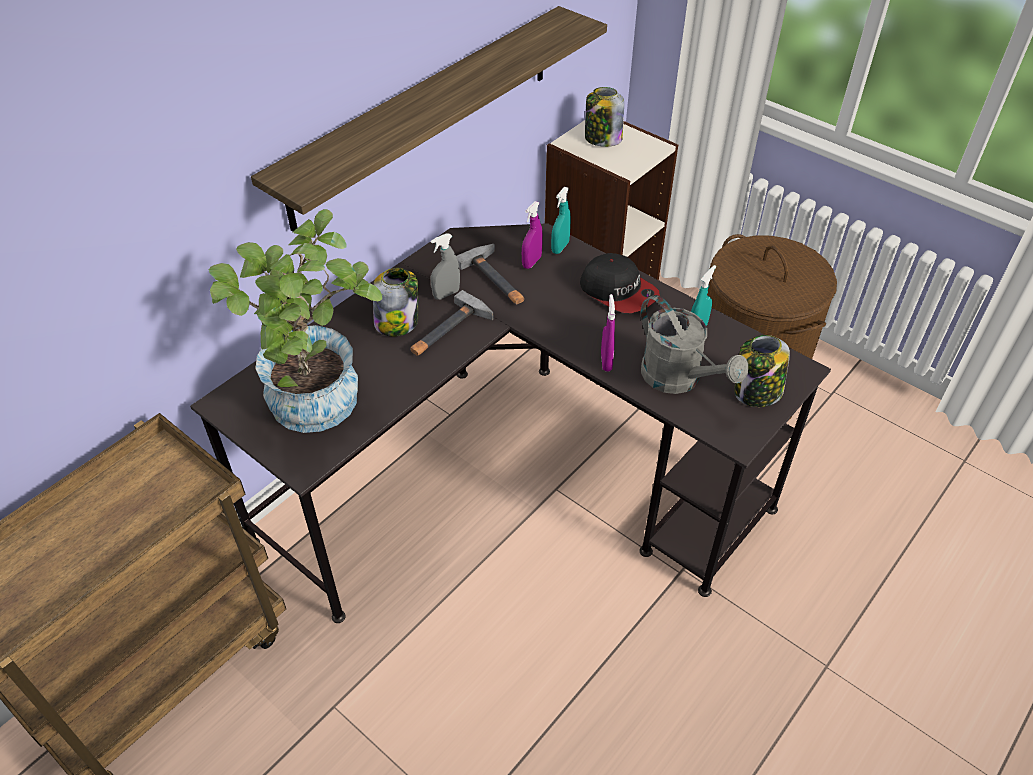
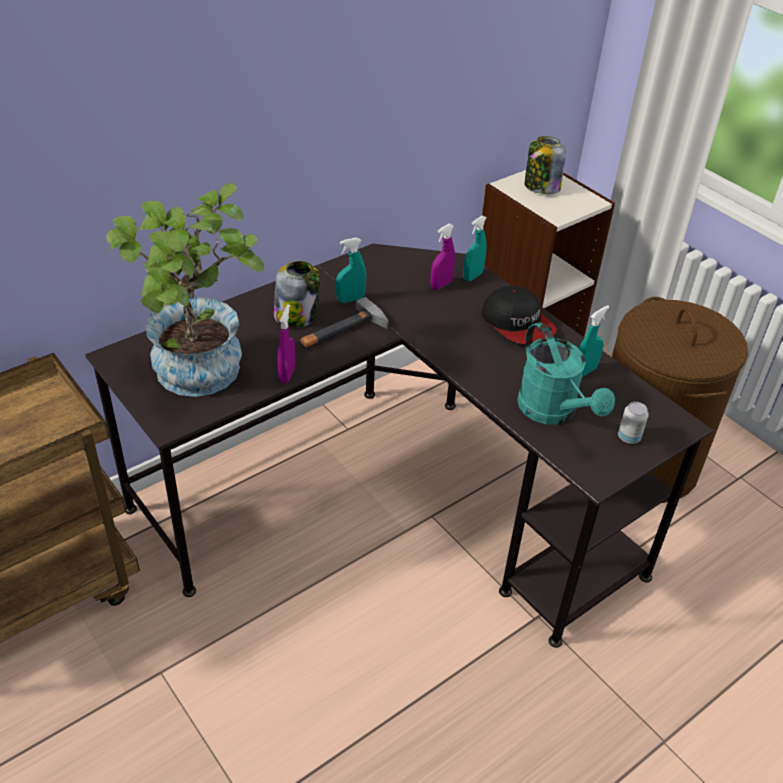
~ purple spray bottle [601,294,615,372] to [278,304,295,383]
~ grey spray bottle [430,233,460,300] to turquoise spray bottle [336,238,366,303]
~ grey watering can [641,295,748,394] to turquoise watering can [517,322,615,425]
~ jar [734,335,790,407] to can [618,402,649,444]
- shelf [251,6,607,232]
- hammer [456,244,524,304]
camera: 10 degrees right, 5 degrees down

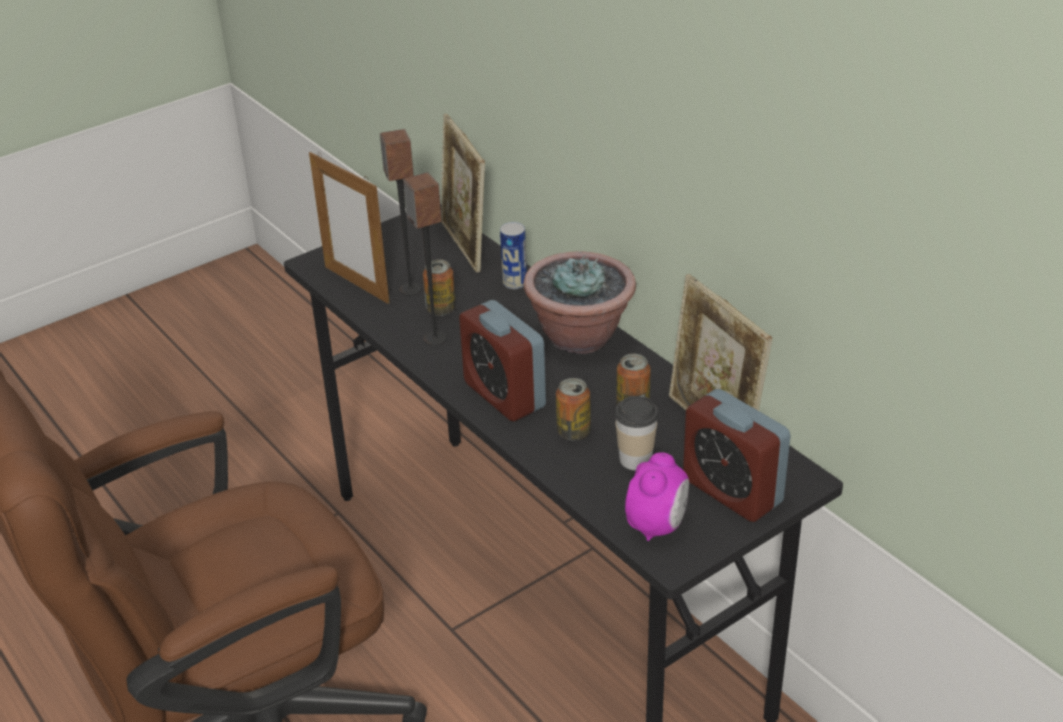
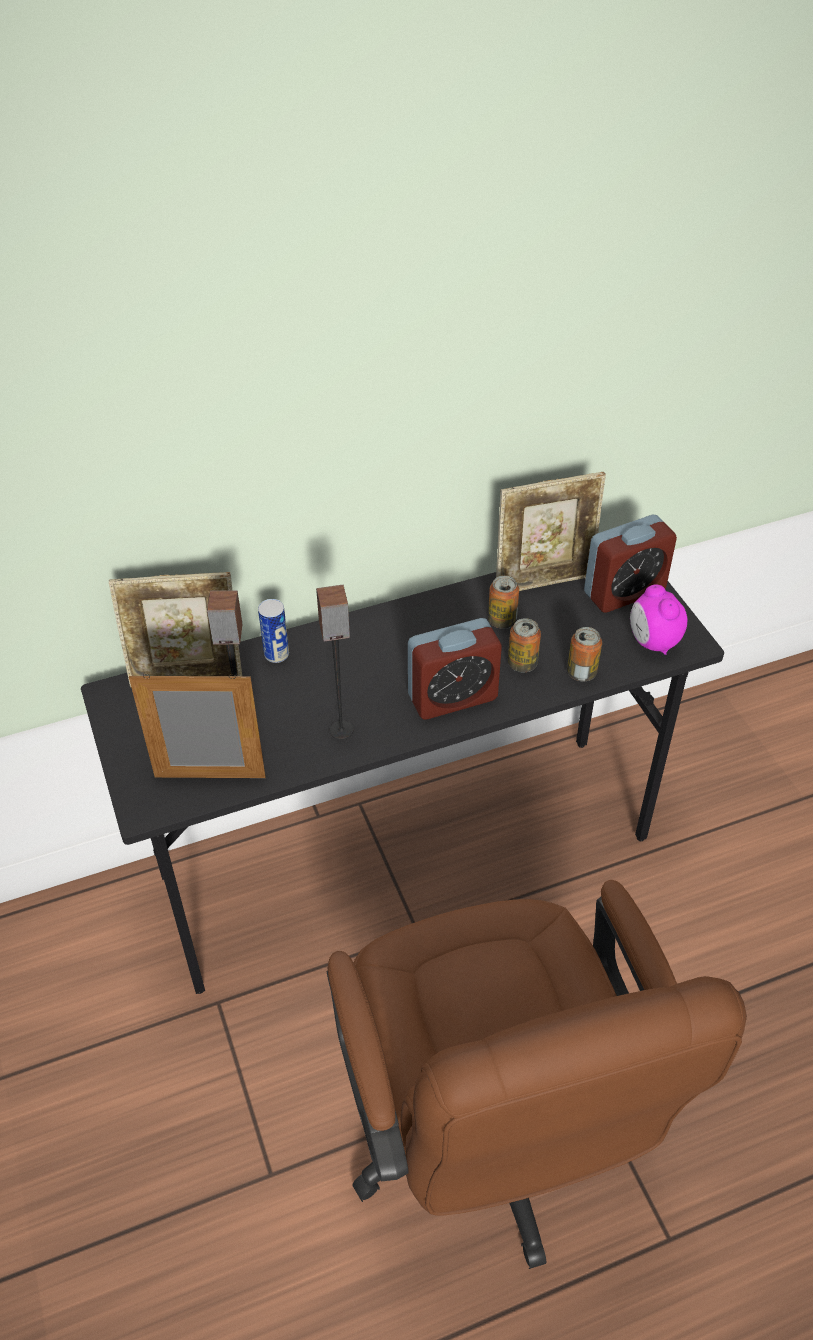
~ picture frame [309,152,390,304] = [129,674,266,778] 150 degrees counterclockwise
~ can [423,259,456,316] to [567,627,602,681]
~ alarm clock [625,452,689,541] = [630,584,688,655] 150 degrees counterclockwise
- potted plant [523,251,636,354]
- cup [614,396,659,471]
camera: 75 degrees left, 10 degrees up

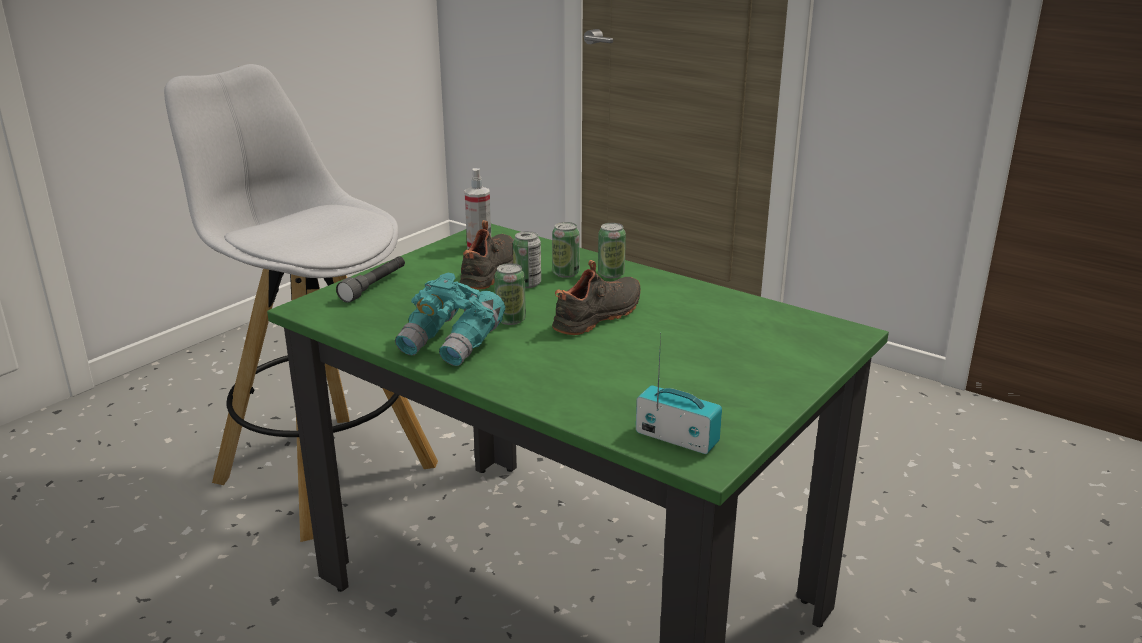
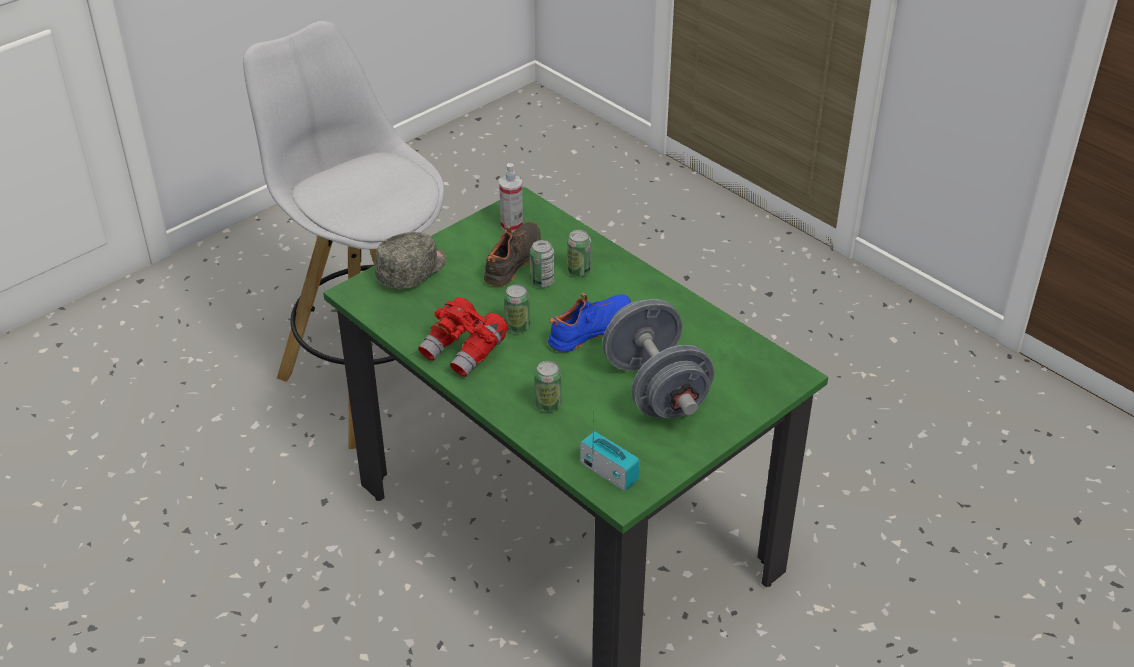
~ grey flashlight [336,256,405,303] to grey cap [375,232,447,289]
~ turquoise binoculars [395,273,505,366] to red binoculars [418,297,508,377]
~ can [598,223,626,278] to [535,361,562,412]
~ black shoe [552,260,640,335] to blue shoe [548,293,632,352]
+ grey dumbbell [603,299,714,418]
camera: 10 degrees right, 15 degrees up

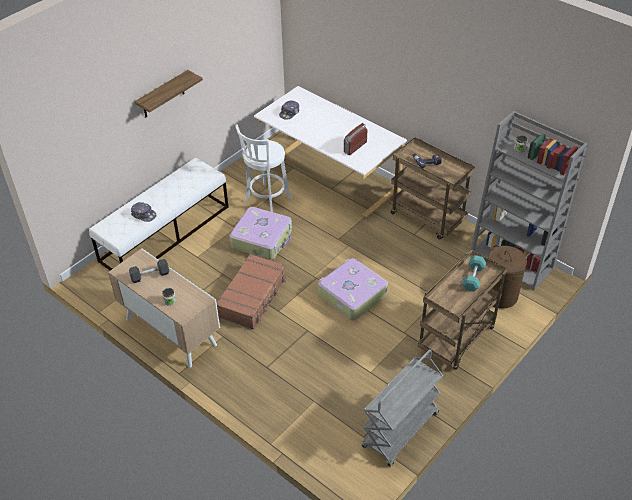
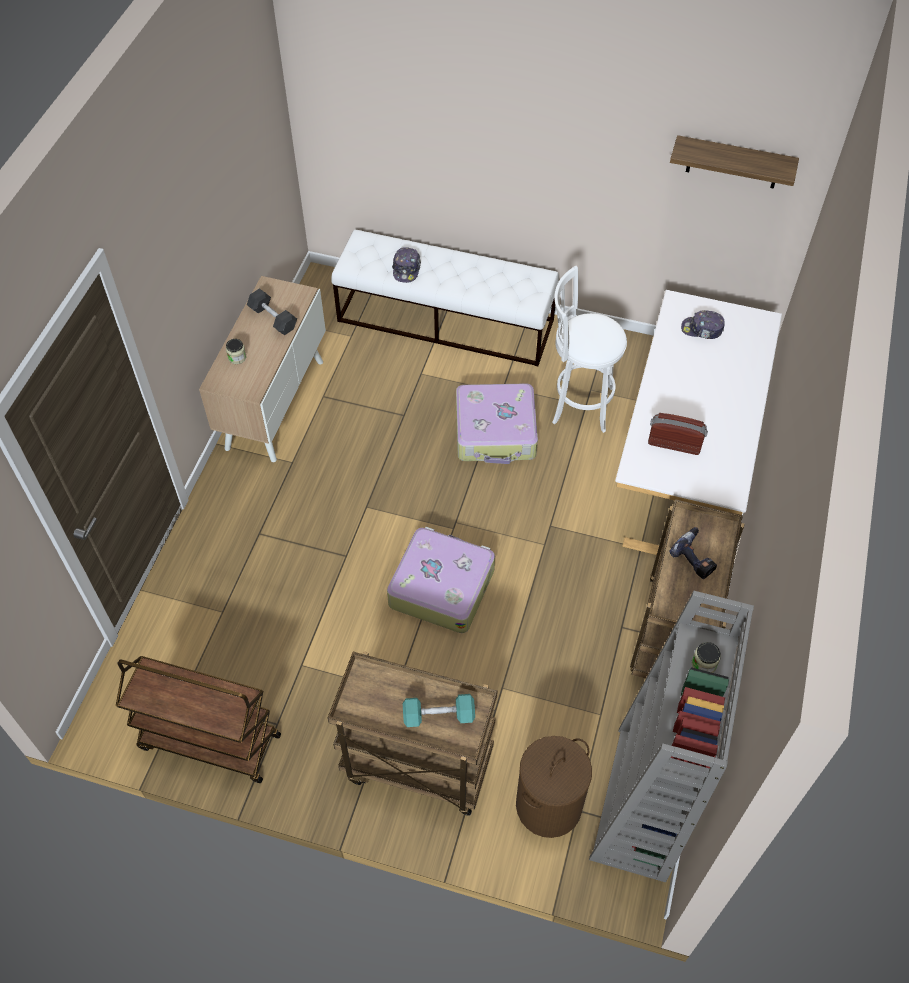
~ grey cart [362,349,443,467] to brown cart [116,656,281,783]
~ shelf [135,70,203,117] to [670,135,799,189]
- brown suitcase [217,254,286,329]
camera: 65 degrees right, 10 degrees up

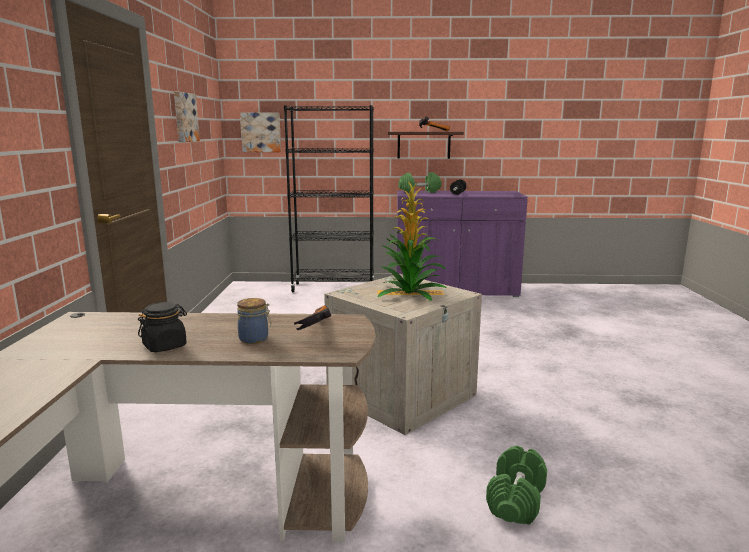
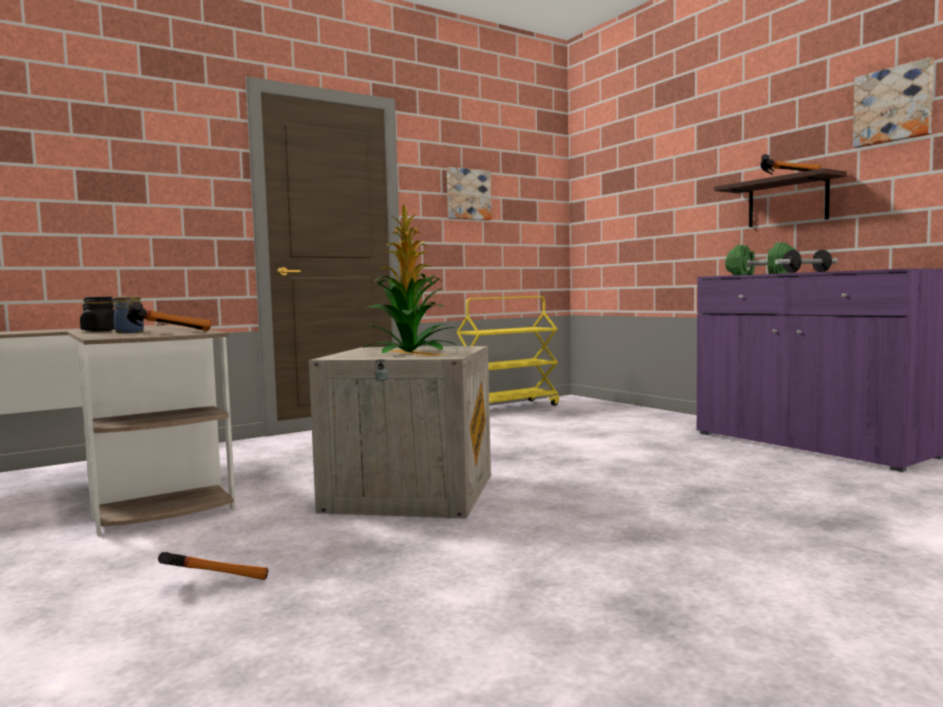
~ green dumbbell [486,446,547,525] to hammer [158,552,269,580]
+ yellow cart [456,296,559,406]
~ picture [240,112,281,152] to [853,57,934,148]
- black bookcase [284,105,374,292]
camera: 55 degrees right, 10 degrees down

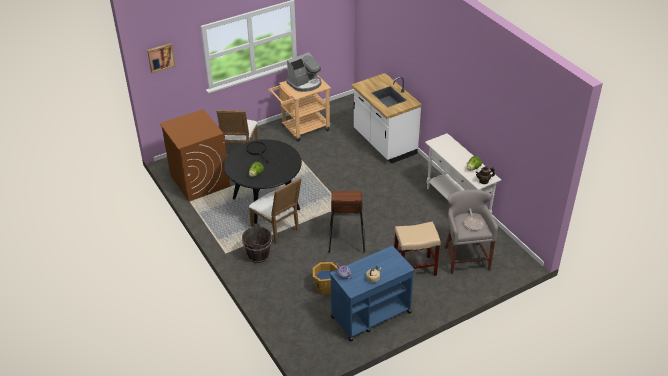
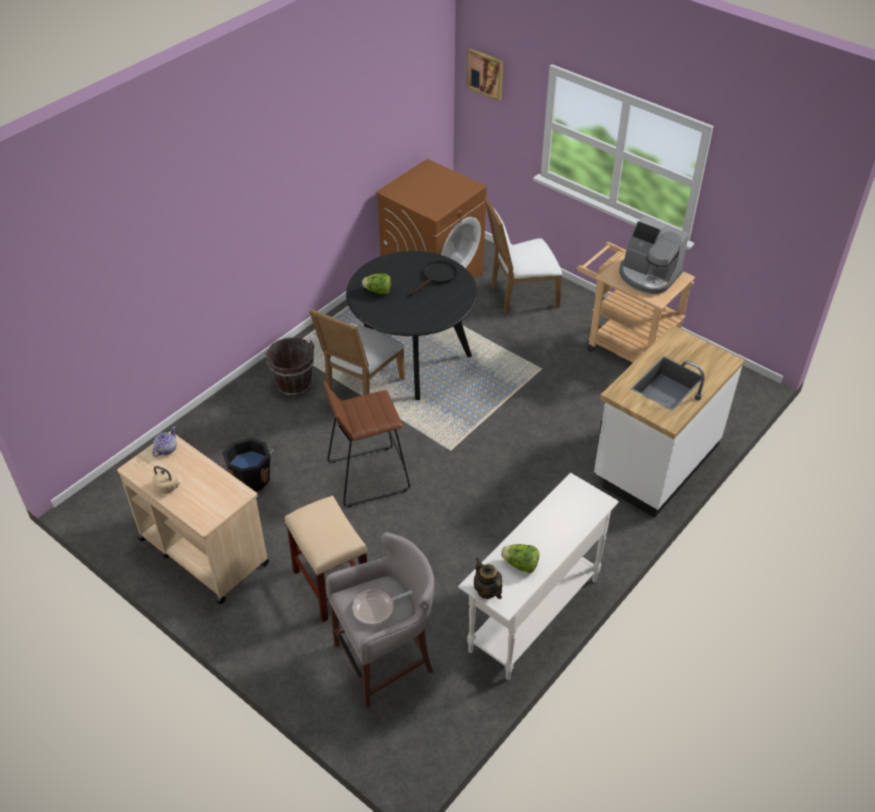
~ blue cart [330,246,414,341] to beige cart [117,431,269,604]
~ orange bucket [313,262,338,294] to black bucket [220,438,273,492]
camera: 70 degrees right, 5 degrees up

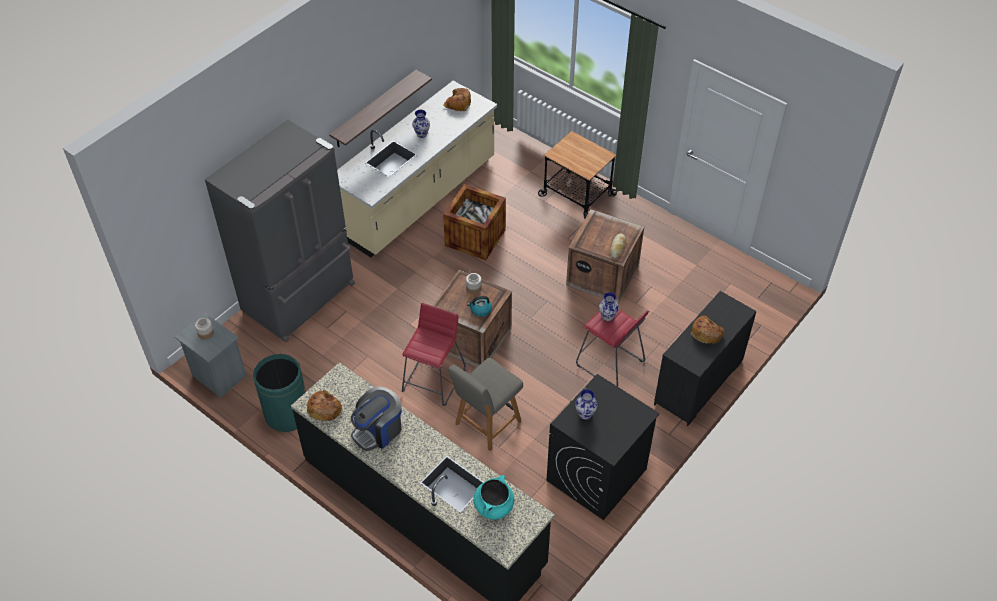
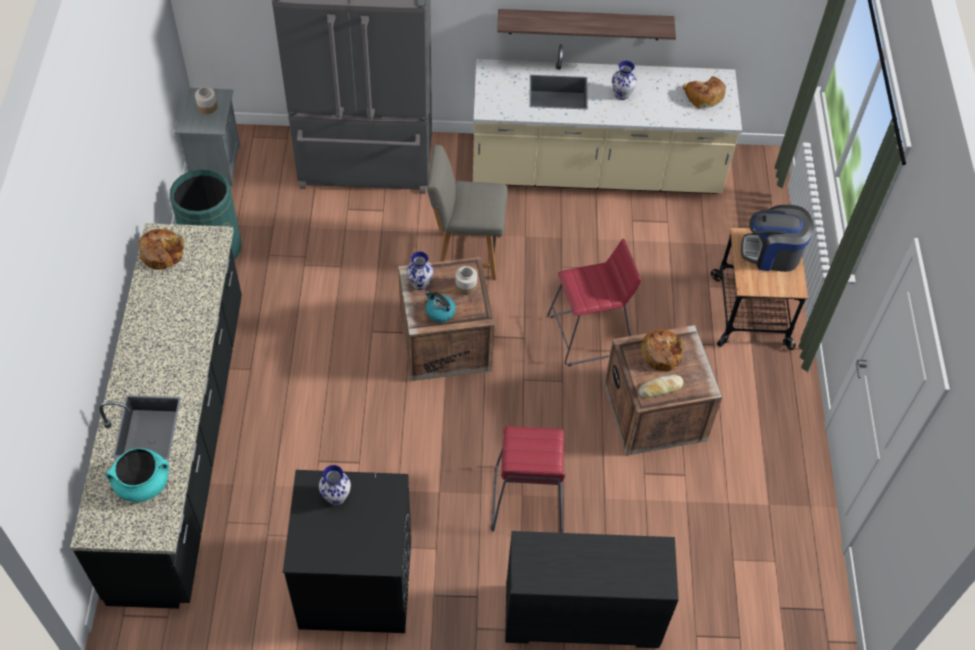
~ vase [599,292,619,321] to [406,251,433,290]
~ grey chair [448,358,523,451] to [427,145,508,280]
~ red stool [402,303,466,406] to [547,239,642,366]
~ bread [690,316,725,345] to [641,329,683,371]
~ coffee machine [351,386,402,451] to [741,205,814,272]
- crate [443,184,506,260]
camera: 50 degrees right, 5 degrees up

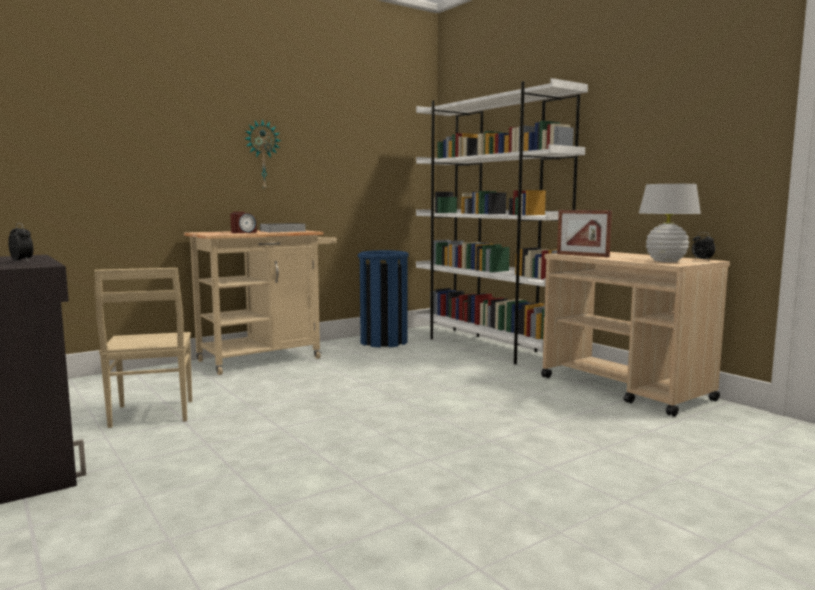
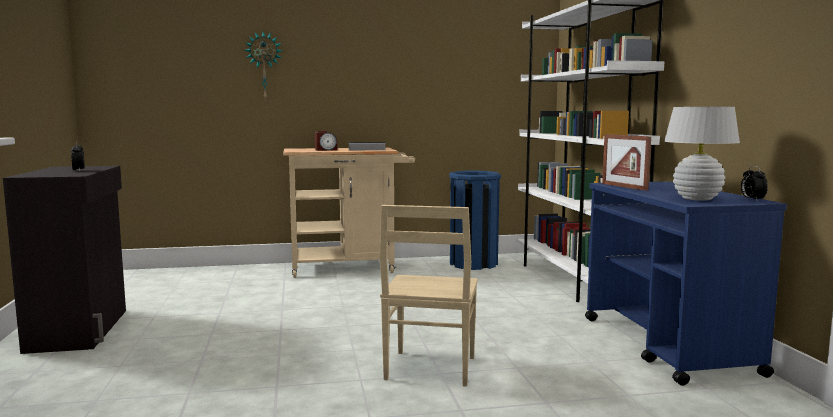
~ wall clock [244,119,281,191] to [245,31,282,101]
~ beige chair [95,268,192,428] to [380,205,478,387]
~ beige cart [541,252,730,417] to blue cart [585,181,787,386]
camera: 25 degrees right, 0 degrees up

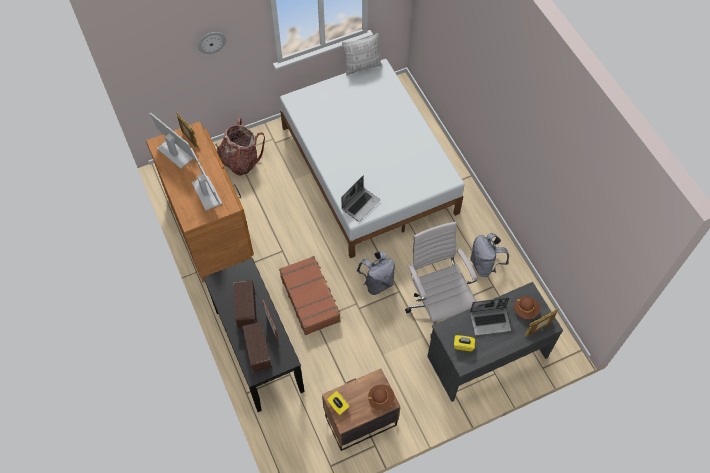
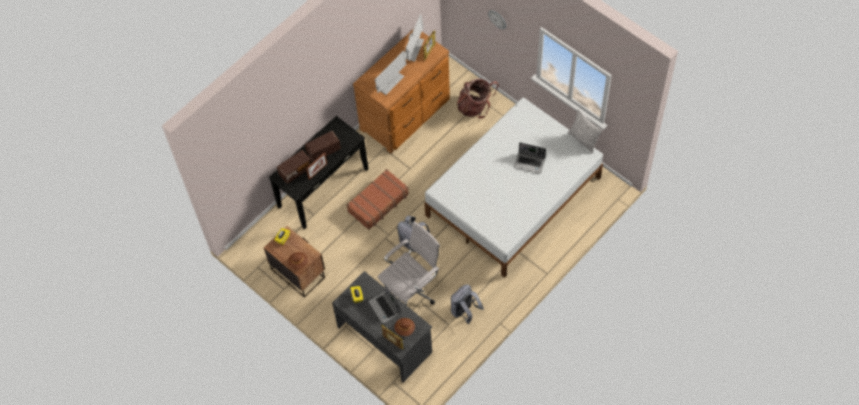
~ laptop [341,176,380,222] to [514,142,546,174]
camera: 70 degrees right, 0 degrees up

